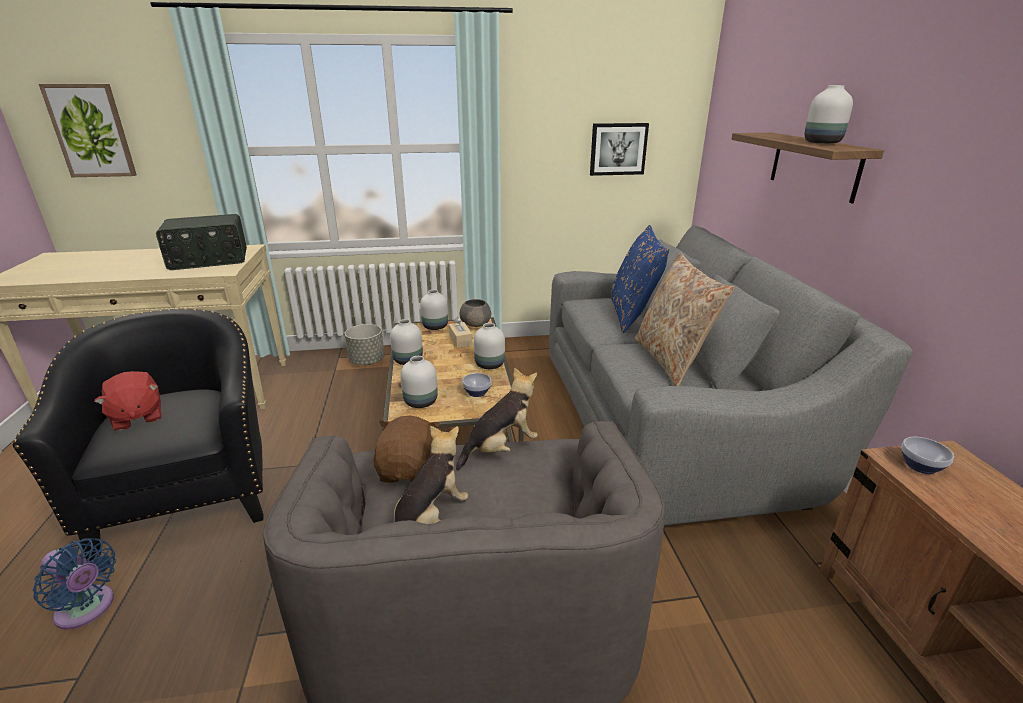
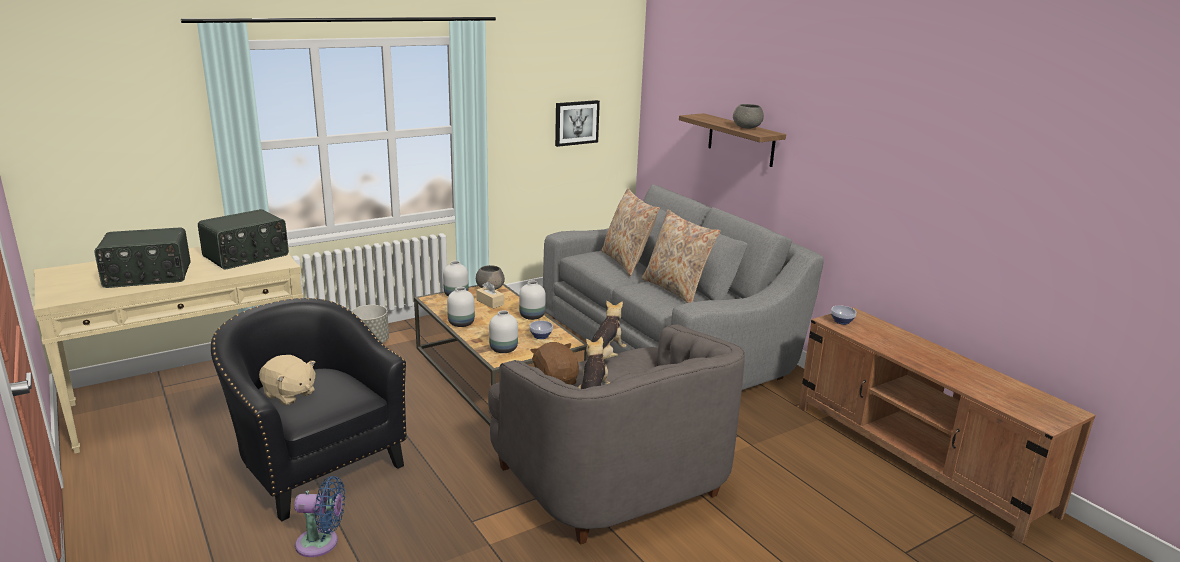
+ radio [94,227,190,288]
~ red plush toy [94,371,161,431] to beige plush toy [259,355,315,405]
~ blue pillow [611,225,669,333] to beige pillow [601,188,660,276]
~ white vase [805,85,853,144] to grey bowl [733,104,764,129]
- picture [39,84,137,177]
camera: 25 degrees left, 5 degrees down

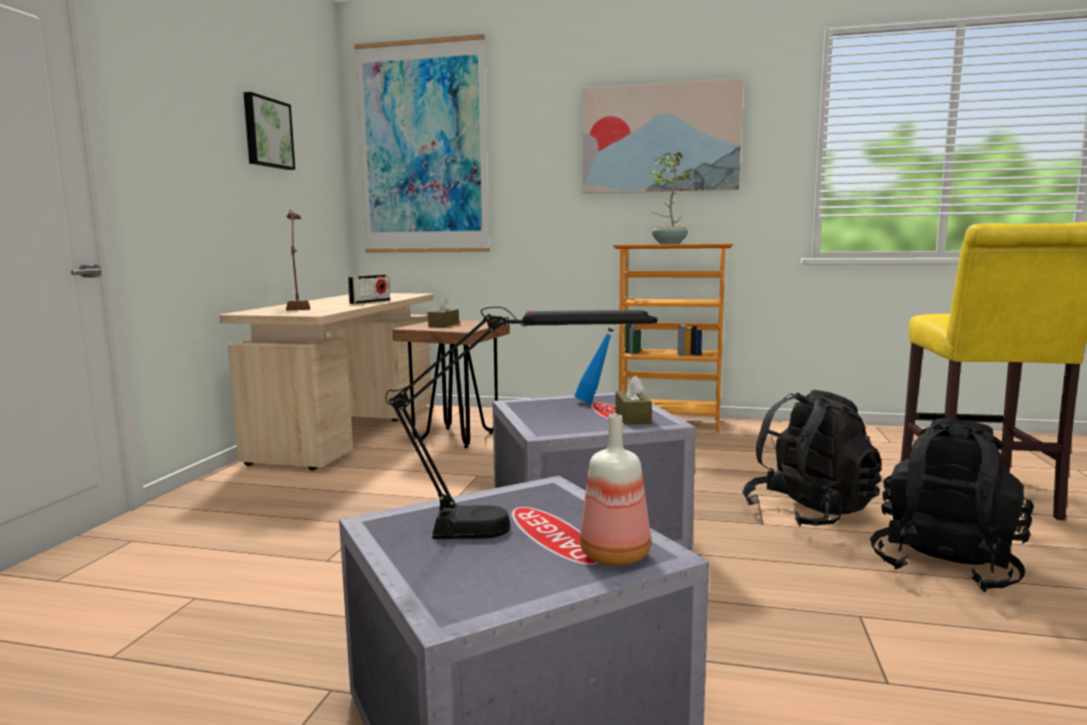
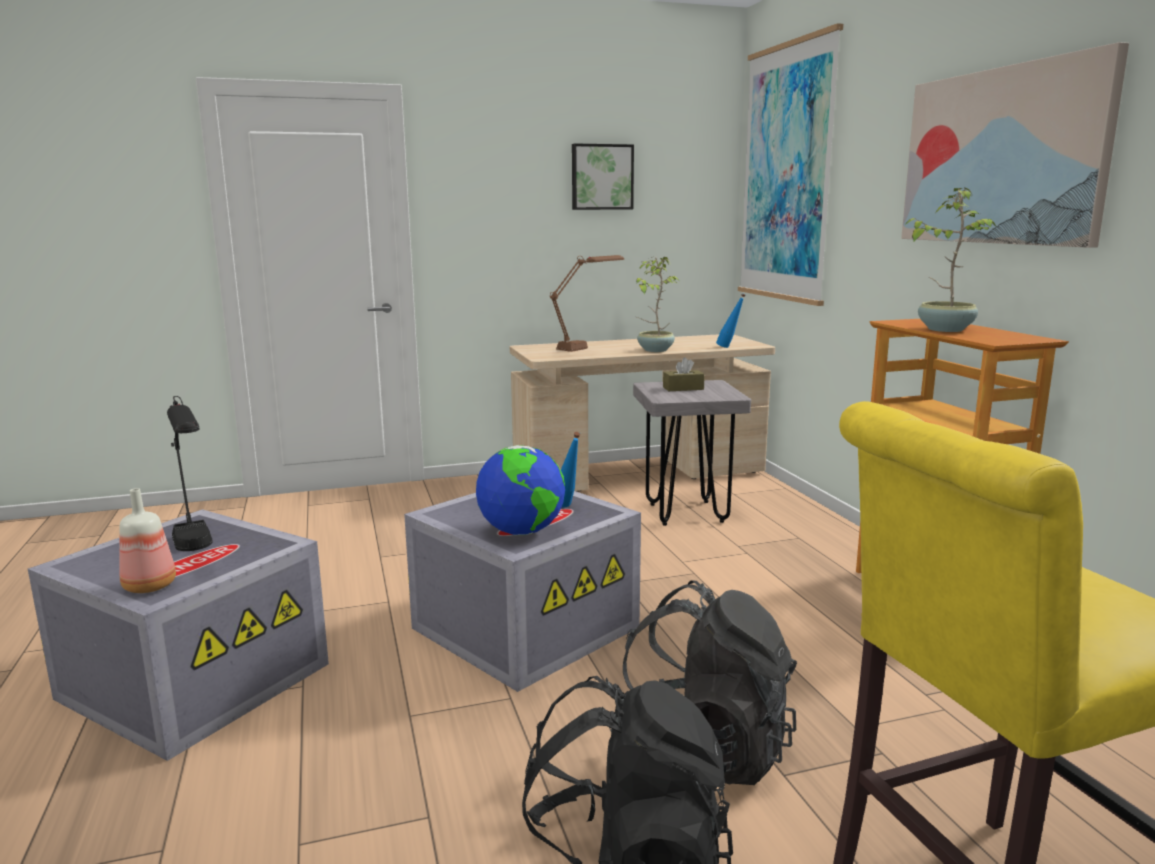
~ brown tissue box [615,375,652,424] to globe [476,445,565,535]
~ brown stool [392,320,510,448] to grey stool [633,380,751,526]
~ radio [348,275,390,304] to potted plant [636,257,679,352]
+ blue bottle [716,293,745,348]
camera: 60 degrees right, 5 degrees up

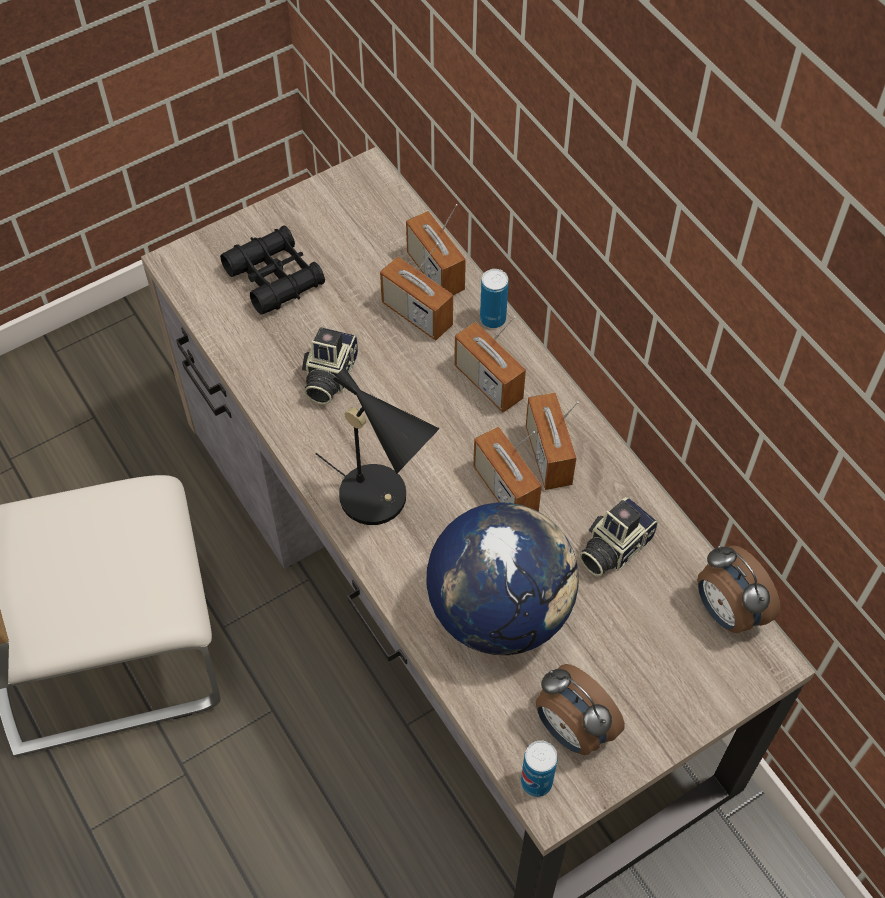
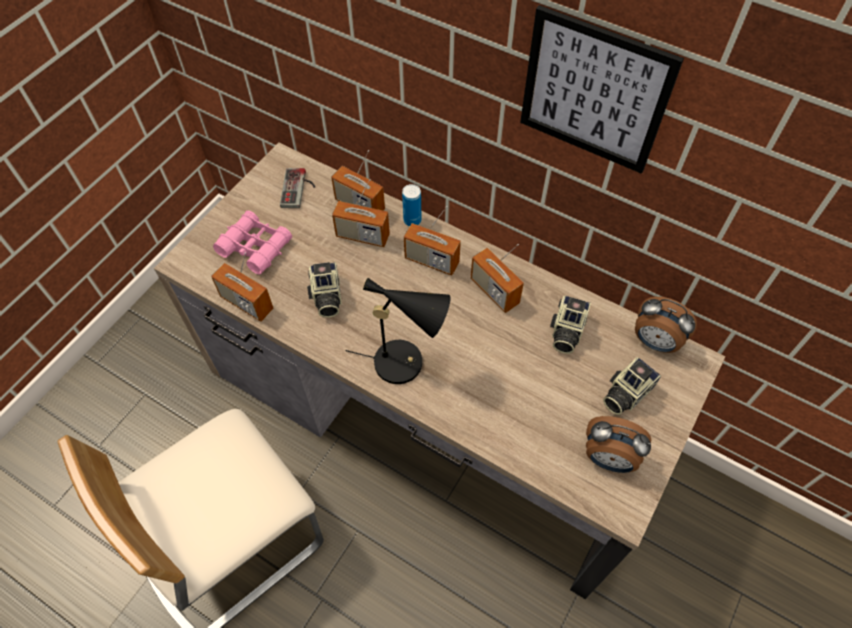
~ radio [473,427,542,512] to [211,252,273,322]
~ black binoculars [220,225,325,315] to pink binoculars [213,210,292,274]
+ game controller [280,168,315,208]
+ picture [520,5,684,174]
+ photo camera [603,357,662,415]
- globe [426,503,579,655]
- can [521,740,558,797]
camera: 25 degrees left, 0 degrees up

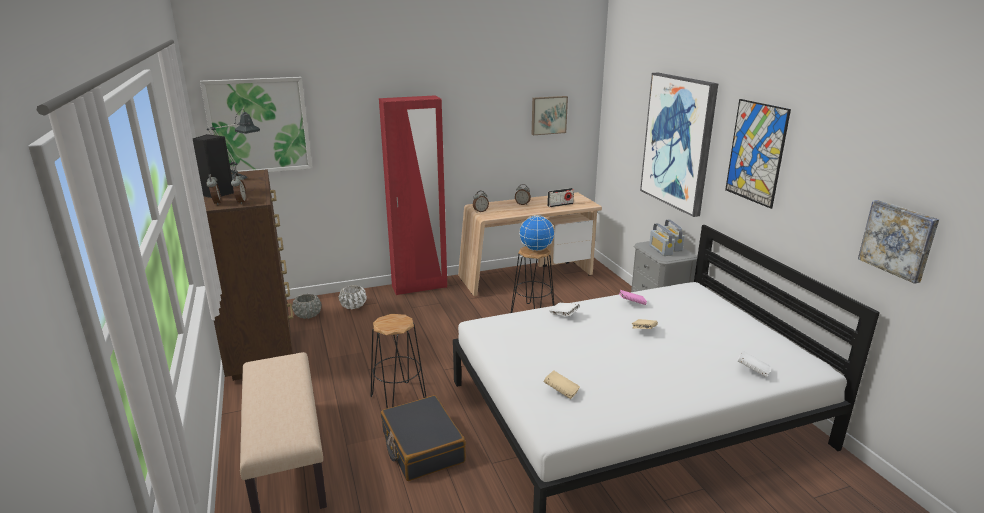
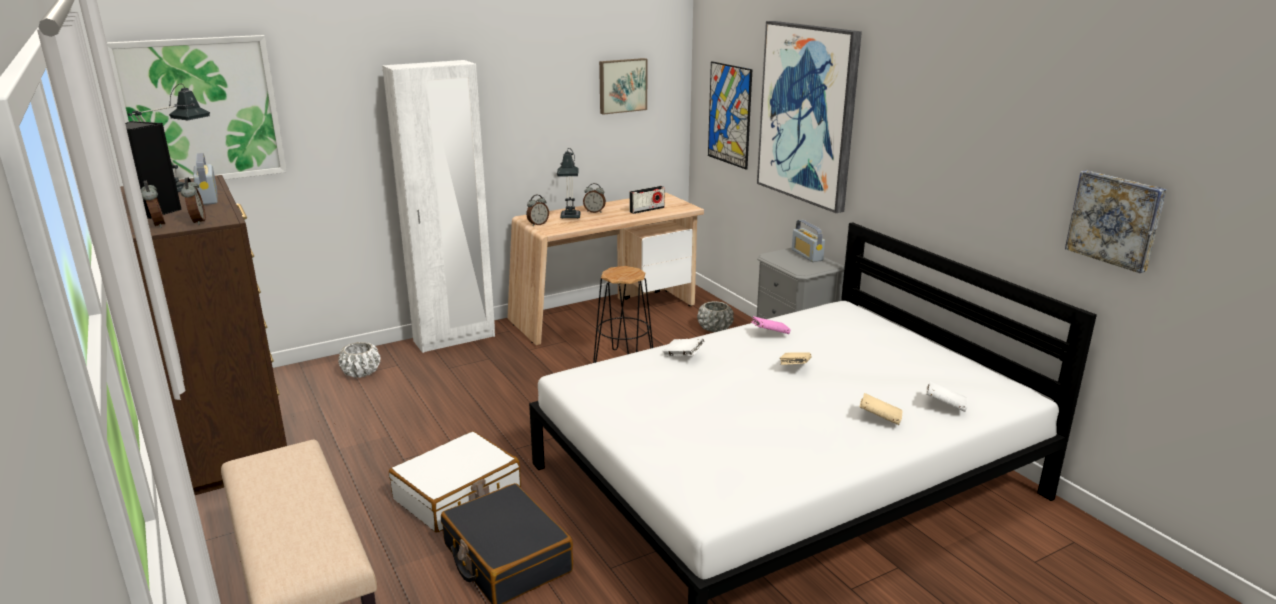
~ radio [649,223,674,256] to [193,153,218,205]
~ red wardrobe [379,95,447,295] to white wardrobe [382,60,495,353]
~ black stool [371,314,426,409] to white suitcase [389,431,521,532]
+ table lamp [557,148,581,219]
~ grey planter [292,294,321,319] to [697,301,734,332]
~ picture [725,99,791,209] to [708,61,752,169]
~ beige book [543,370,580,399] to [860,393,902,425]
- globe [519,215,555,251]
camera: 10 degrees left, 0 degrees up

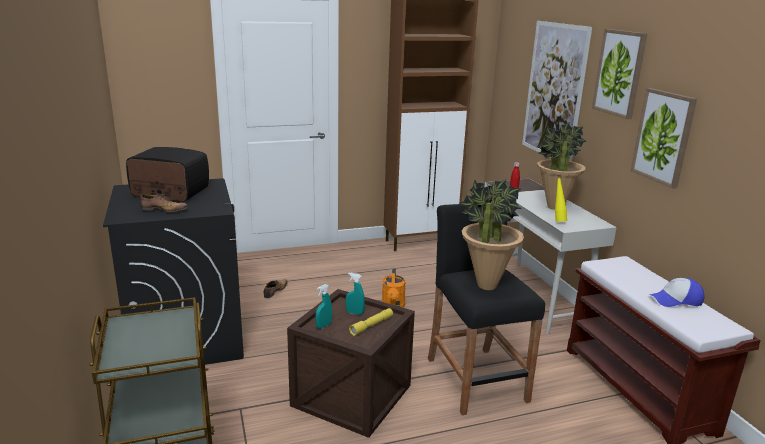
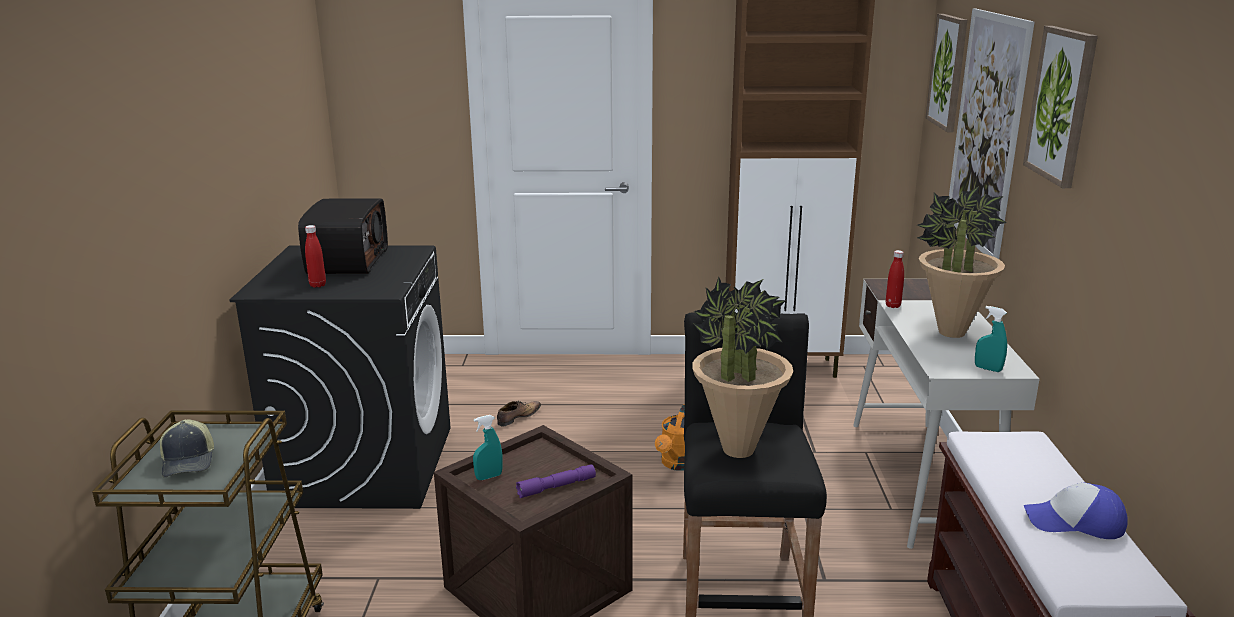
+ cap [160,419,214,477]
~ radio [126,147,209,202] = [298,198,388,274] 60 degrees clockwise
~ shoe [140,193,188,212] to red bottle [305,225,326,288]
~ yellow flashlight [349,308,393,336] to purple flashlight [516,464,596,498]
~ picture [631,88,697,189] to [926,14,967,132]
~ turquoise spray bottle [346,273,365,315] to [975,306,1007,372]
- yellow bottle [555,175,567,222]
camera: 20 degrees right, 0 degrees up

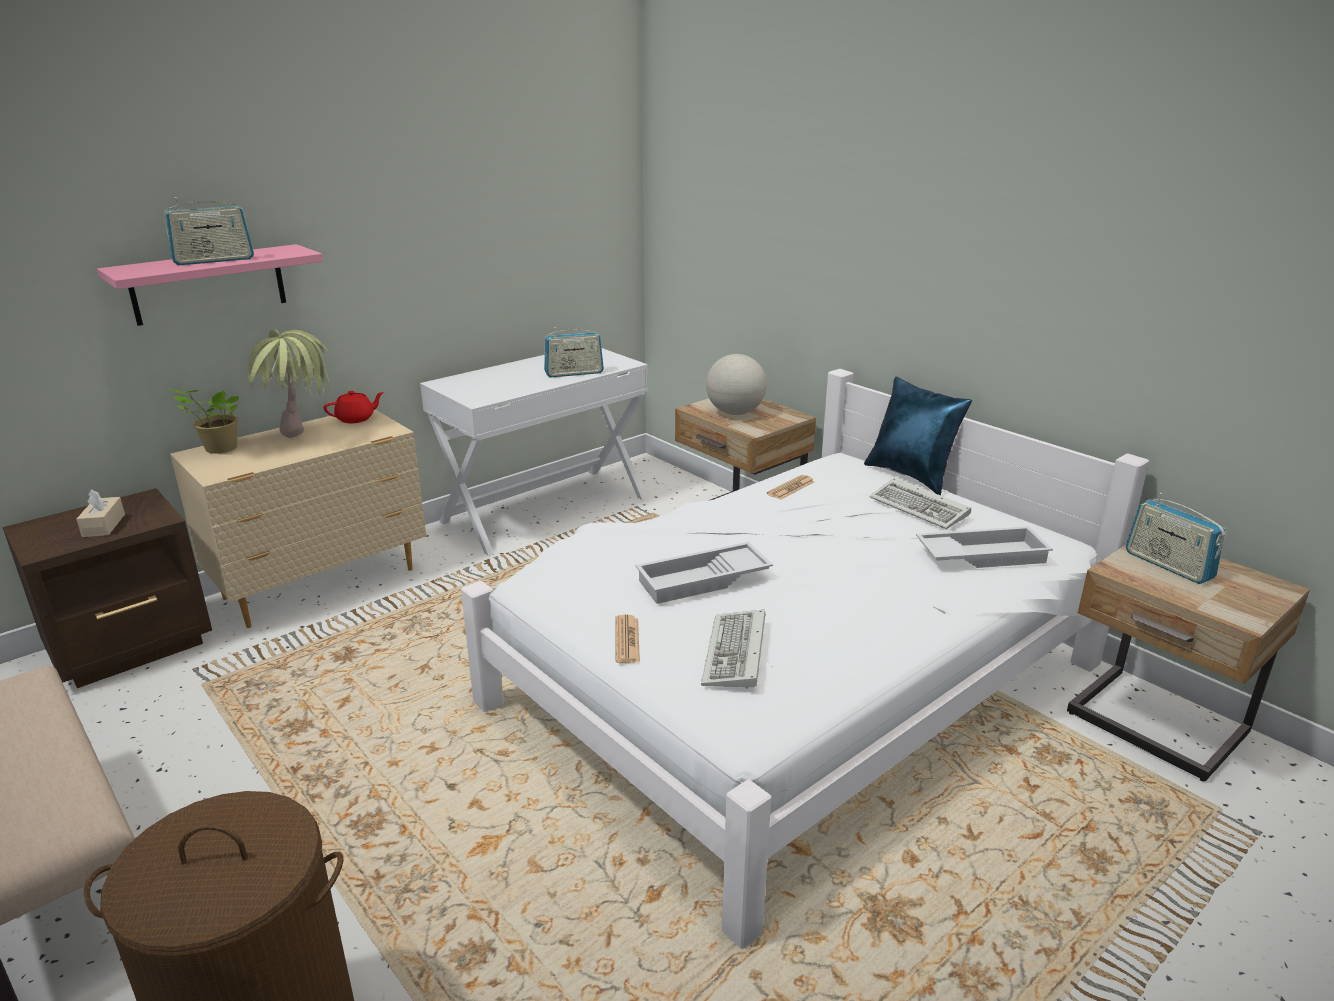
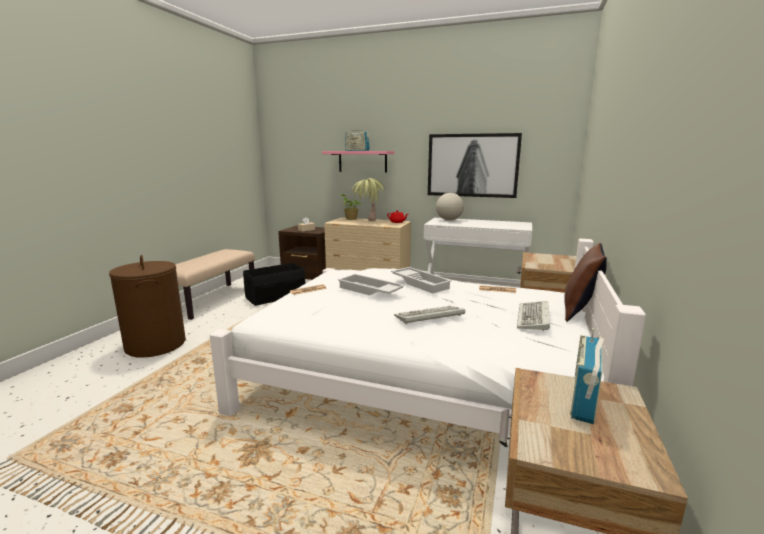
+ black storage box [243,263,306,306]
~ white tray [916,526,1053,568] to [391,267,452,294]
~ keyboard [701,610,765,689] to [394,306,465,324]
+ picture [428,133,522,198]
~ globe [706,354,767,415] to [436,193,464,221]
~ blue pillow [864,377,972,495] to brown pillow [564,243,607,322]
- radio [544,327,604,377]
camera: 60 degrees right, 10 degrees down

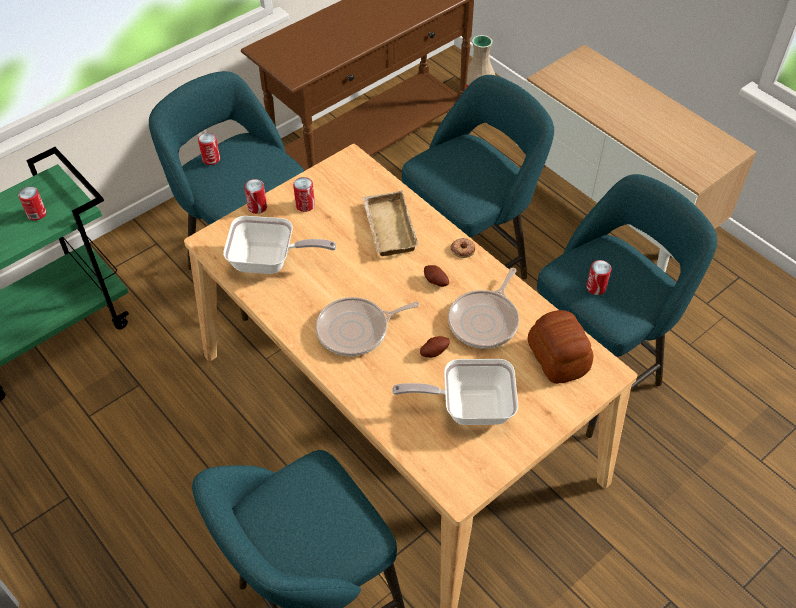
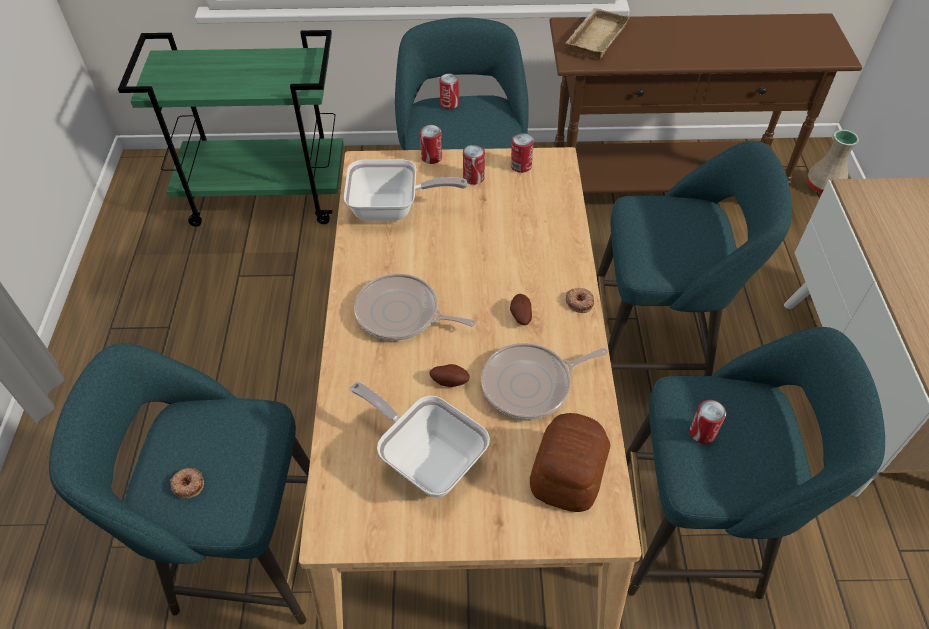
+ donut [170,468,204,499]
~ frying pan [223,216,336,274] = [344,159,467,221] 45 degrees counterclockwise
~ can [18,187,46,221] to [511,133,534,173]
~ beige tray [363,191,419,256] to [566,8,630,59]
camera: 40 degrees right, 0 degrees up

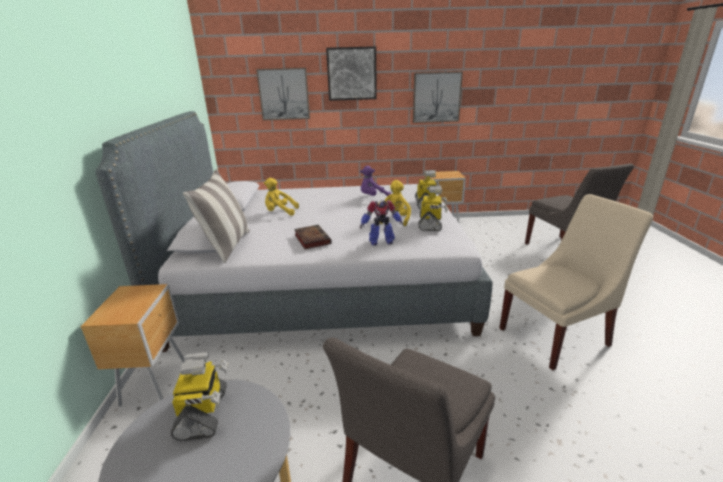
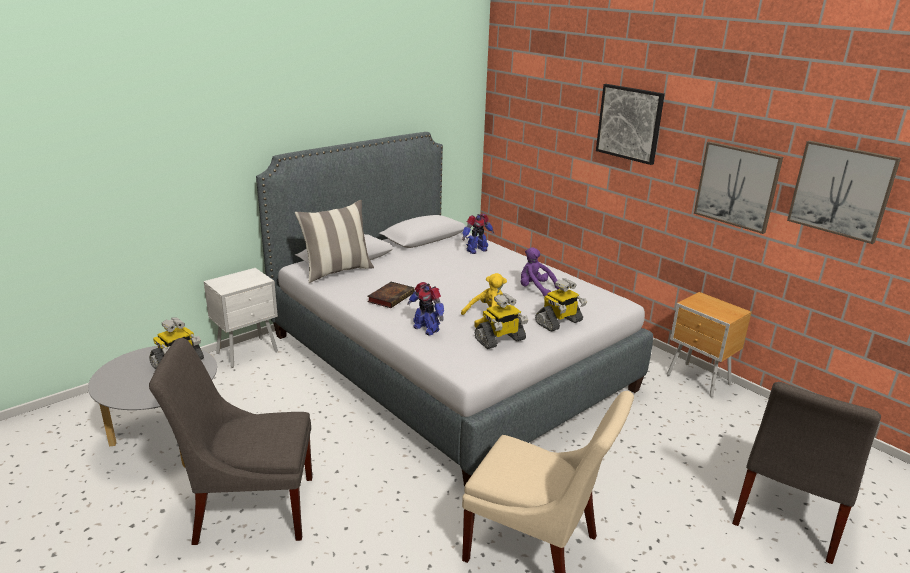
~ brown nightstand [80,284,184,407] to white nightstand [204,268,278,368]
+ toy robot [462,214,494,254]
~ picture [256,68,310,120] to [787,141,901,244]
- yellow plush toy [264,178,299,216]
camera: 50 degrees right, 0 degrees up

